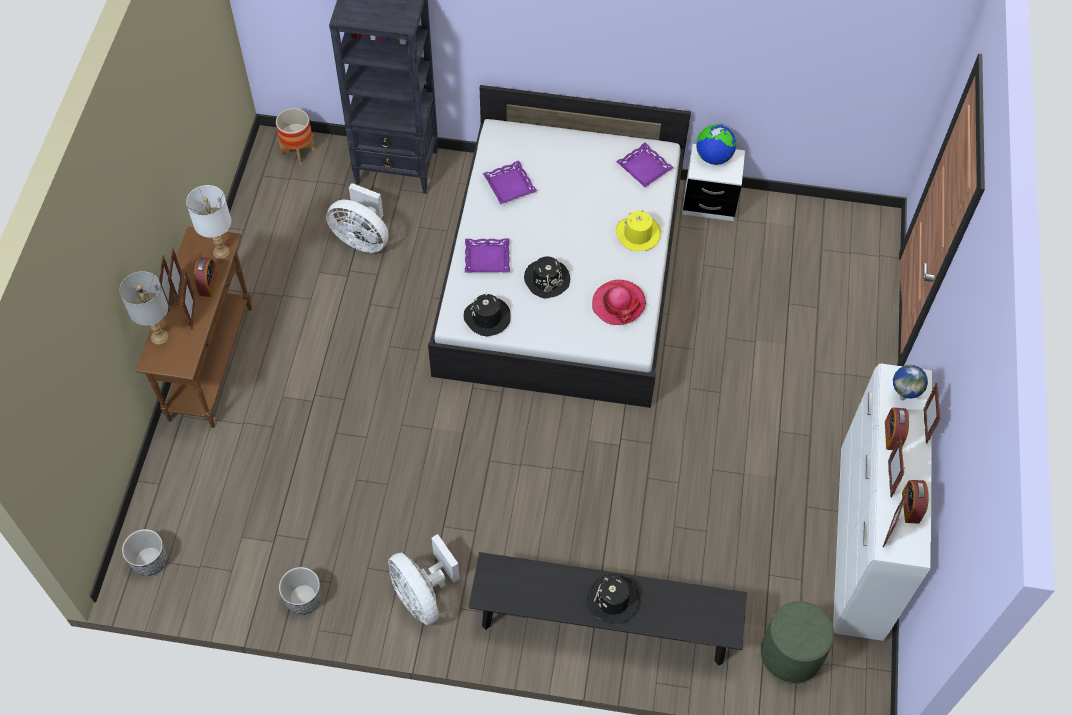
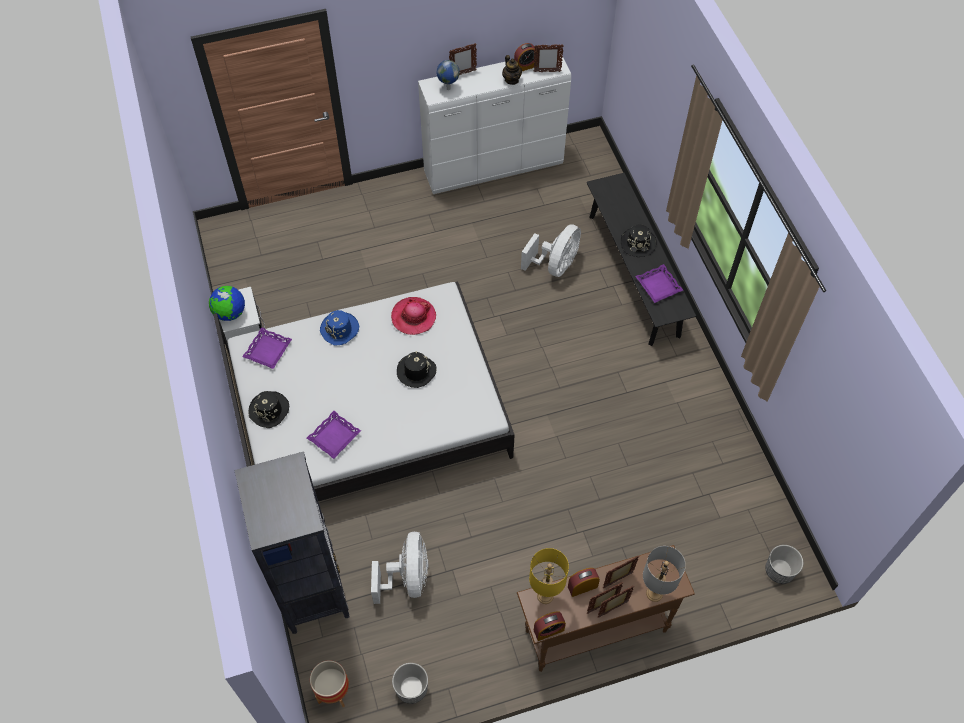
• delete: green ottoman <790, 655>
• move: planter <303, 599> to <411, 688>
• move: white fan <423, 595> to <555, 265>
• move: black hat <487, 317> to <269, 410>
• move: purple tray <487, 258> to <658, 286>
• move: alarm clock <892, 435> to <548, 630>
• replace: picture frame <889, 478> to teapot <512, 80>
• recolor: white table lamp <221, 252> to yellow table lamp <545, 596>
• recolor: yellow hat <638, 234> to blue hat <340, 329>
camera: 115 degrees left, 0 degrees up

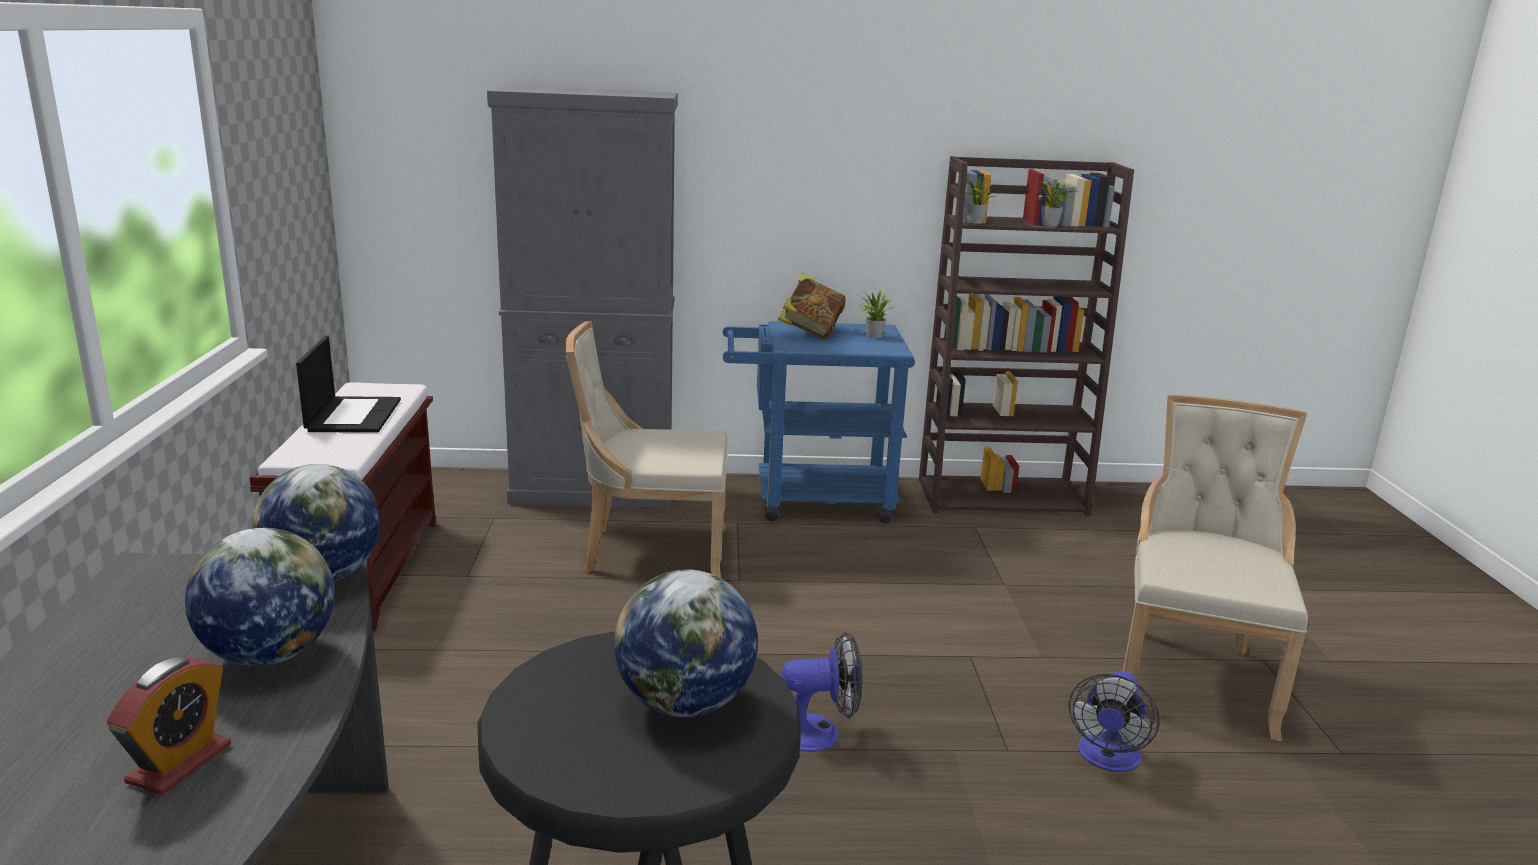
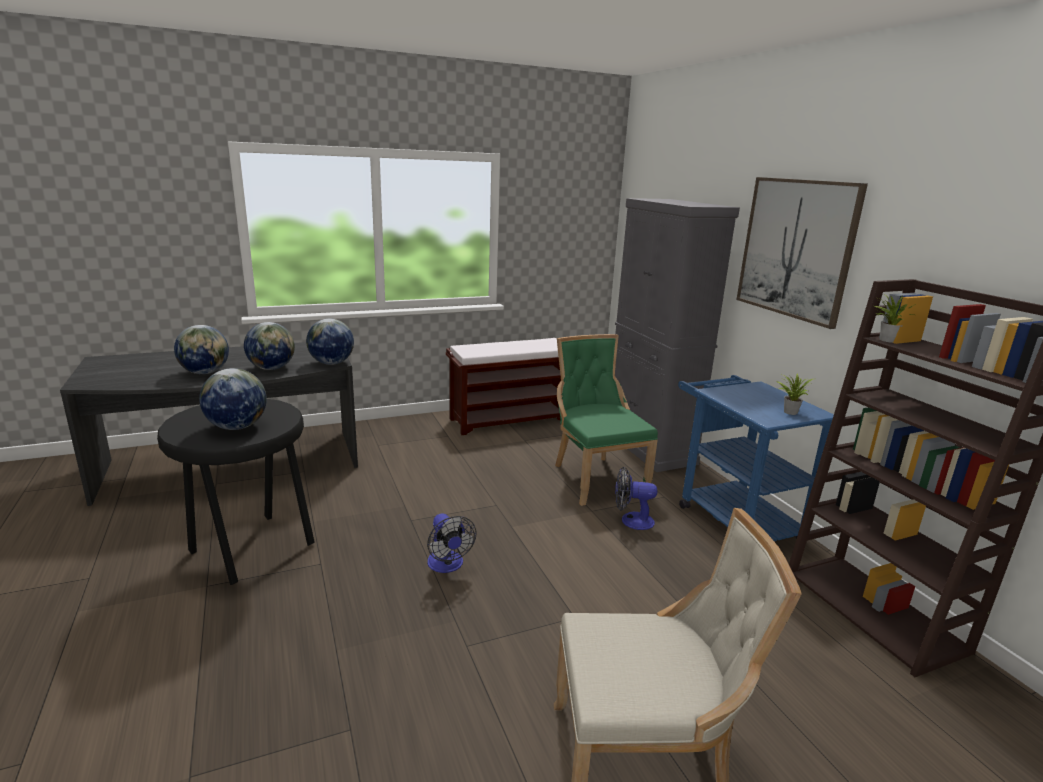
• delete: laptop <353, 415>
• delete: book <811, 332>
• delete: potted plant <1051, 225>
• insert: picture <796, 248>
• move: fan <1107, 759> to <631, 520>
• replace: alarm clock <179, 763> to globe <205, 372>
• recolor: beige chair <650, 552> to green chair <595, 478>
camera: 70 degrees right, 0 degrees up

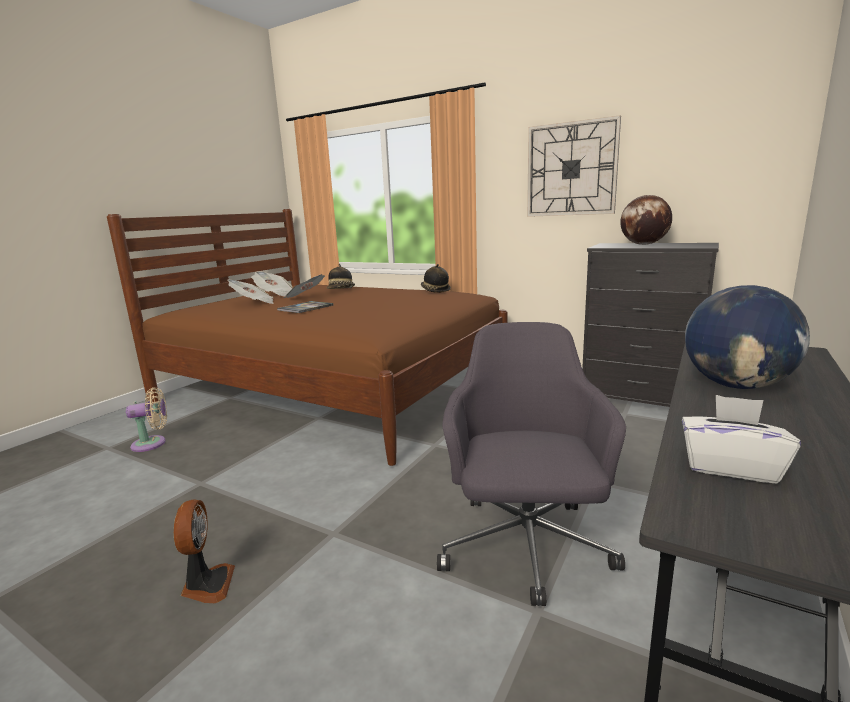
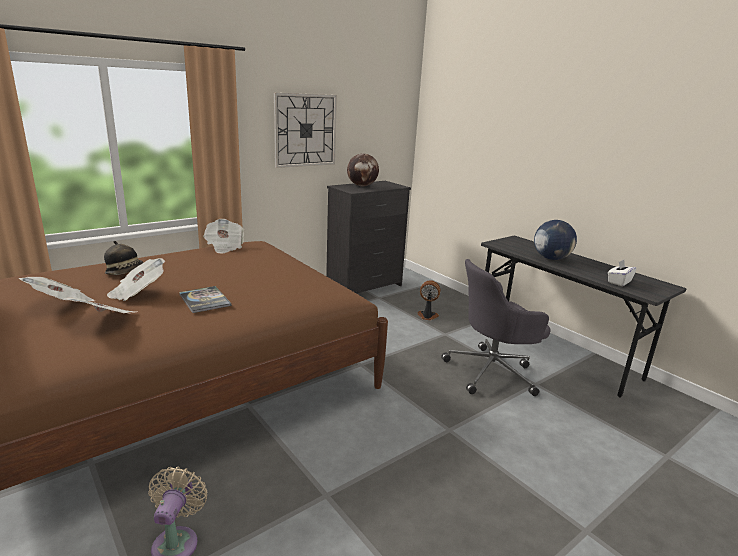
• move: fan <207, 585> to <427, 316>
• replace: hat <435, 290> to newspaper <224, 247>
• rotate: grey office chair <526, 548> = <492, 372> 45 degrees counterclockwise
camera: 70 degrees left, 5 degrees up

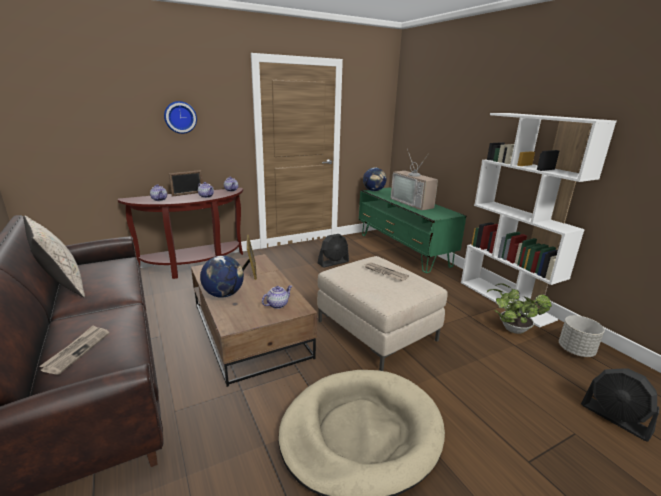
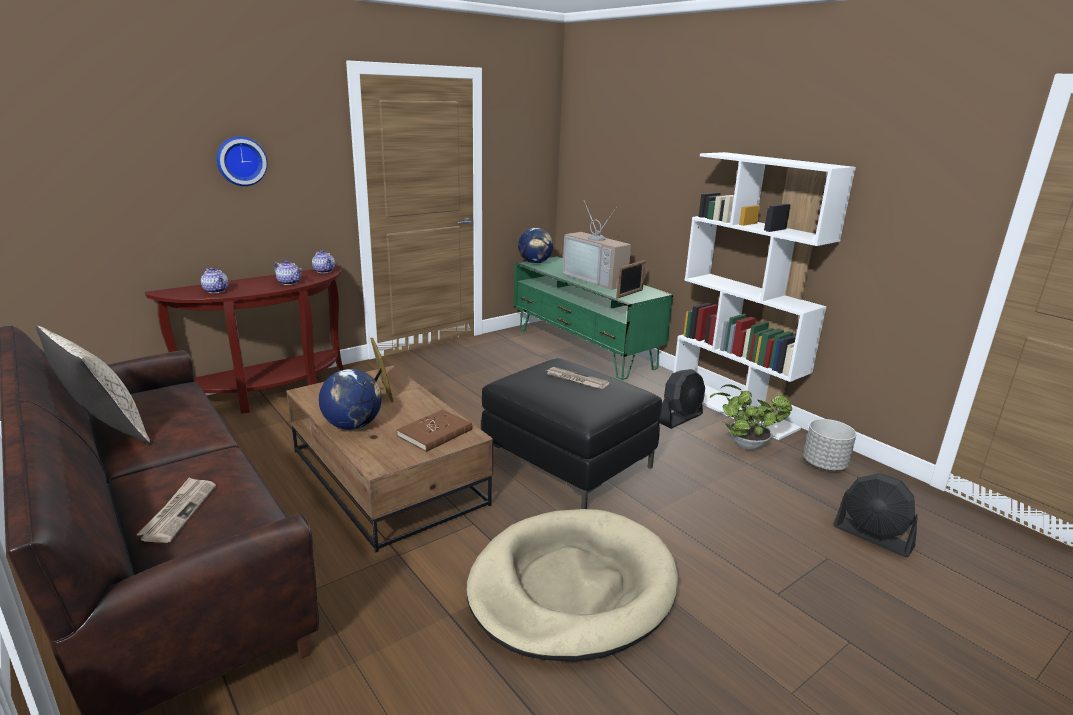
• move: picture frame <188, 194> to <629, 294>
• move: black fan <333, 262> to <680, 418>
• replace: teapot <277, 304> to brown book <435, 433>
• recolor: beige ottoman <376, 330> to black ottoman <567, 462>
camera: 10 degrees left, 0 degrees up

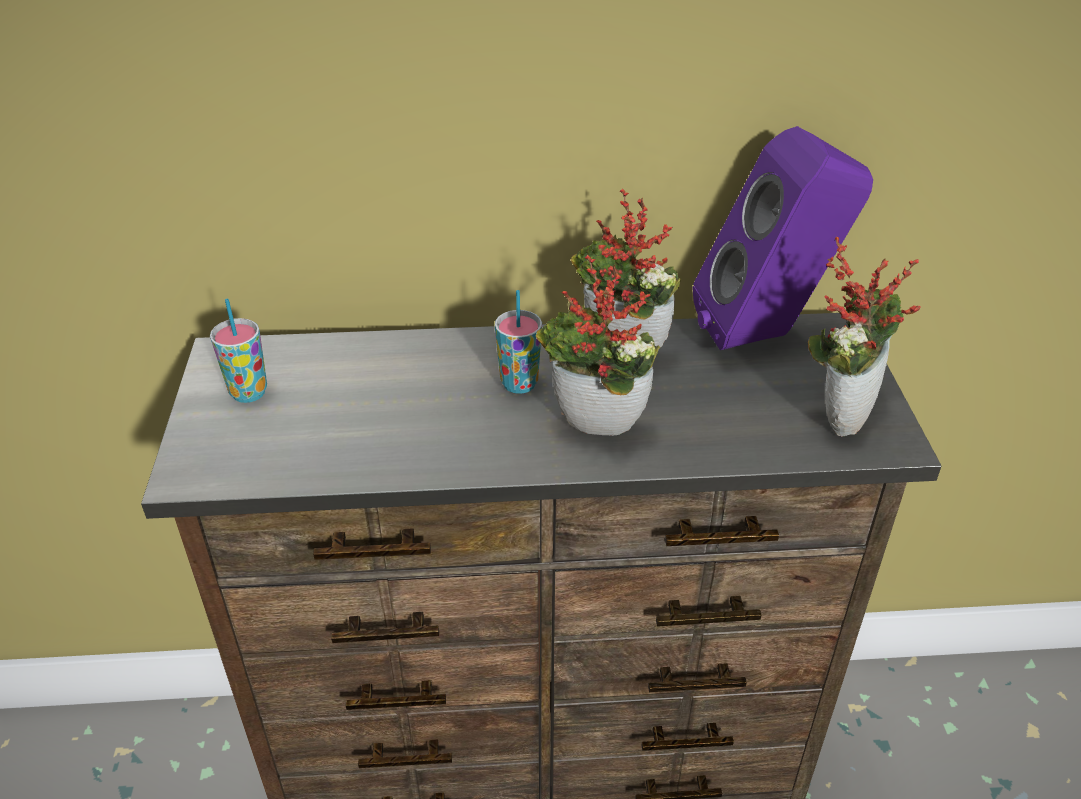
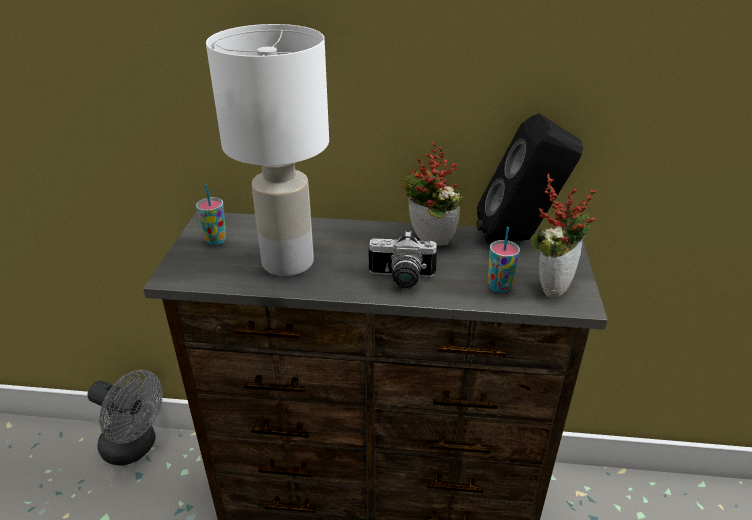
• insert: grey fan <136, 447>
• insert: white table lamp <289, 262>
• move: cup <519, 384> to <499, 287>
• replace: potted plant <594, 432> to photo camera <401, 279>
• recolor: purple speaker <767, 335> to black speaker <519, 239>
camera: 10 degrees right, 5 degrees down

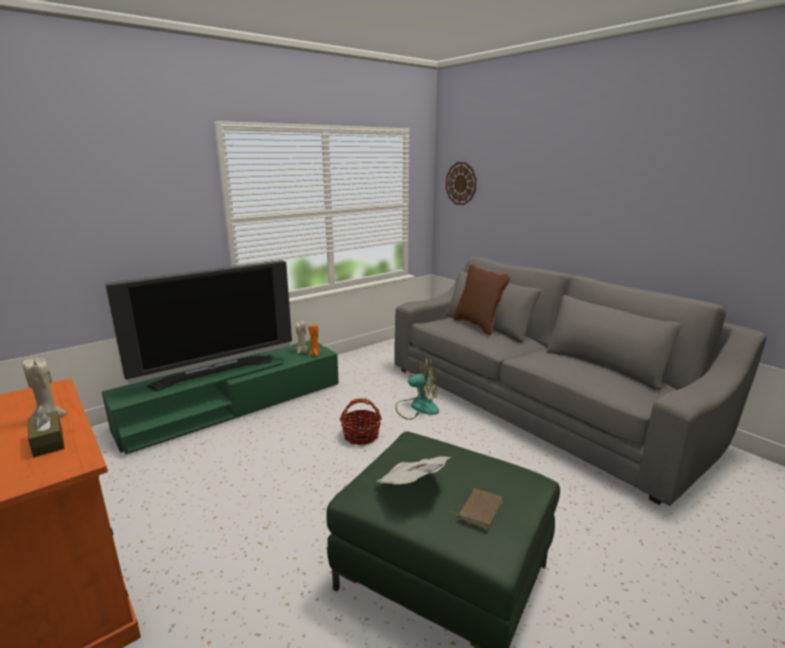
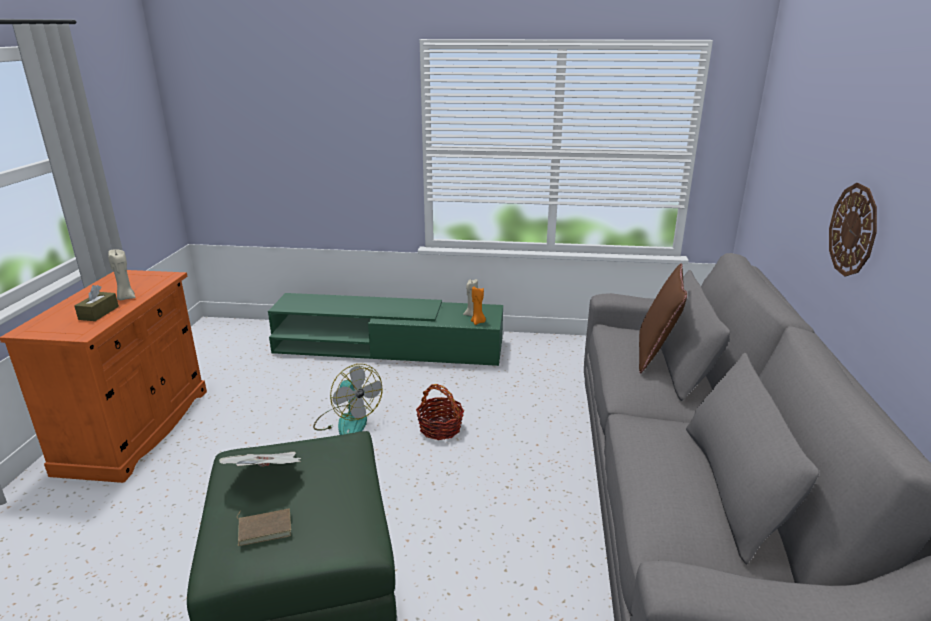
• delete: television <215, 372>
• move: fan <417, 407> to <347, 421>
• move: wall clock <461, 183> to <853, 230>
camera: 45 degrees right, 5 degrees up

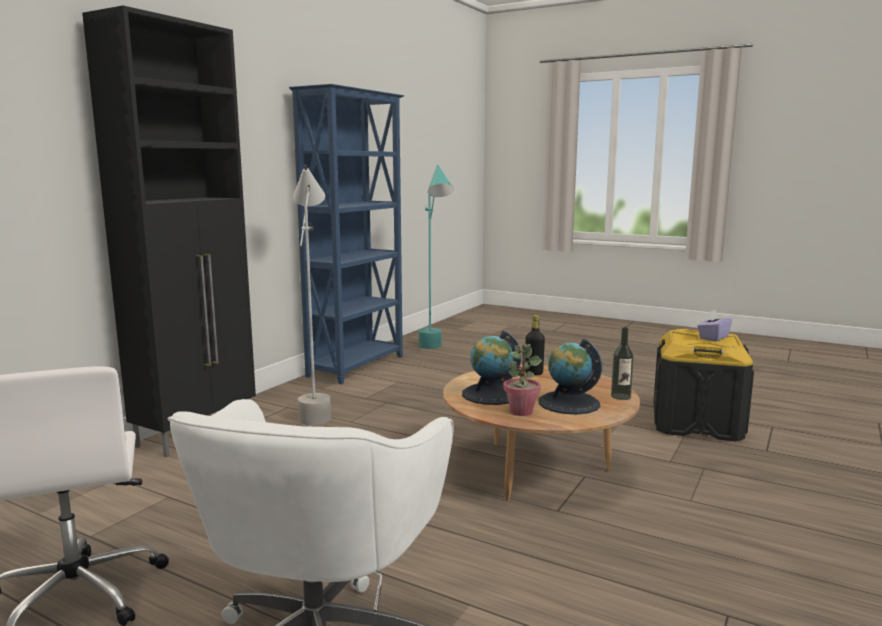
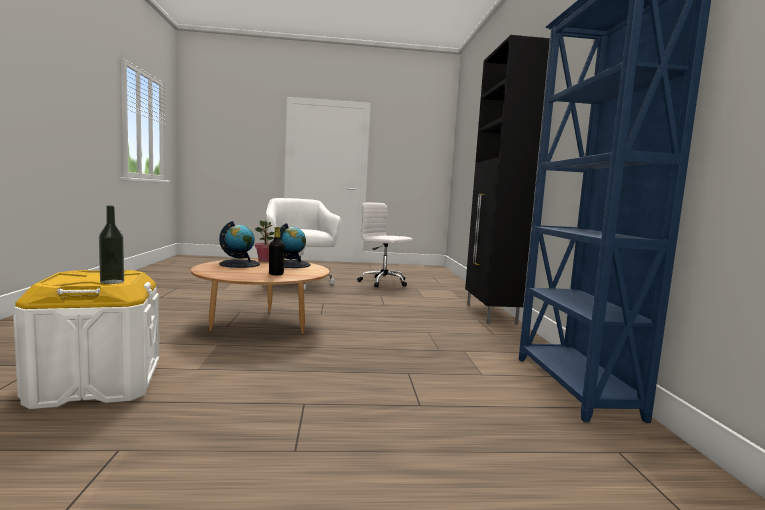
• delete: grey floor lamp <316, 409>
• delete: turquoise floor lamp <435, 350>
• delete: purple tissue box <713, 337>
• move: bottle <620, 396> to <112, 282>
• recolor: black storage box <697, 423> to white storage box <96, 384>
camera: 145 degrees right, 5 degrees down

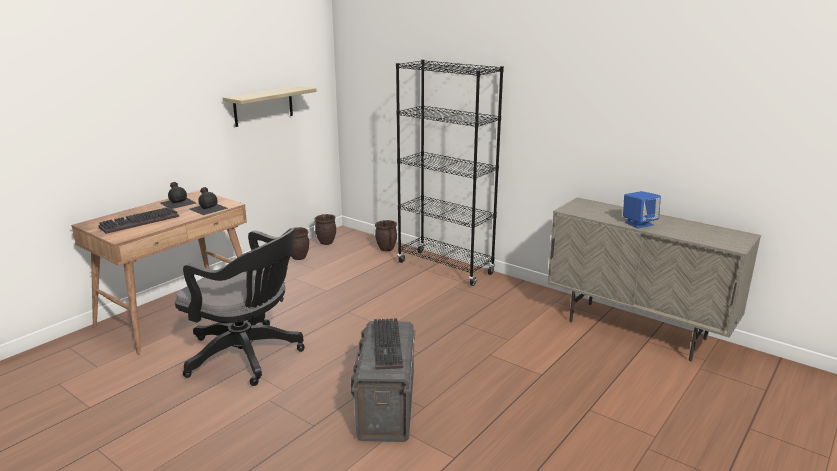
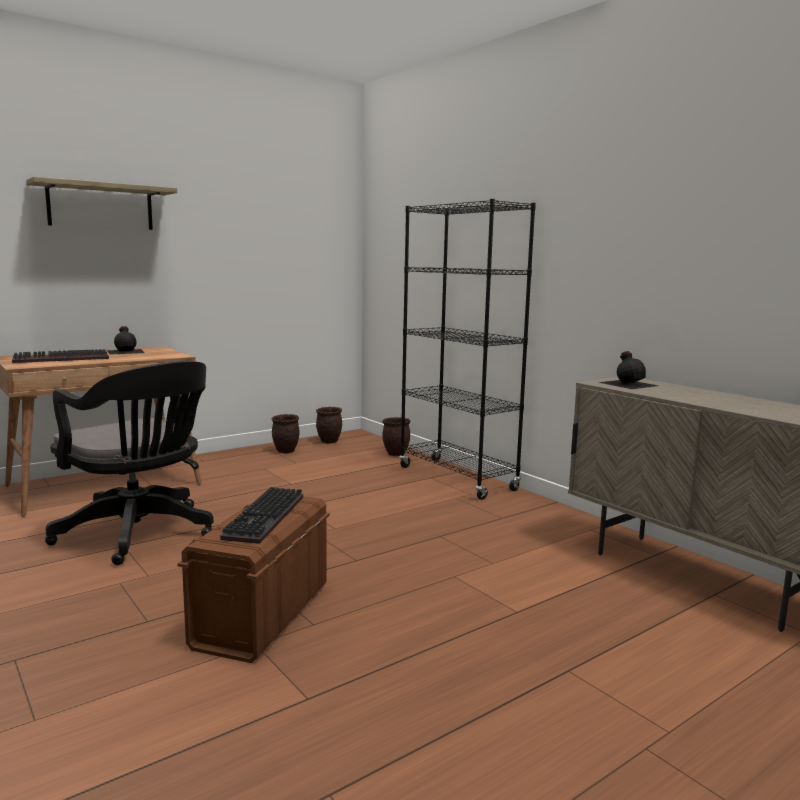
• delete: blue speaker <639, 223>
• move: black bottle <208, 208> to <628, 383>
• move: shelf <263, 106> to <100, 206>
• recolor: grey storage box <386, 407> to brown storage box <261, 615>
camera: 15 degrees right, 10 degrees down

